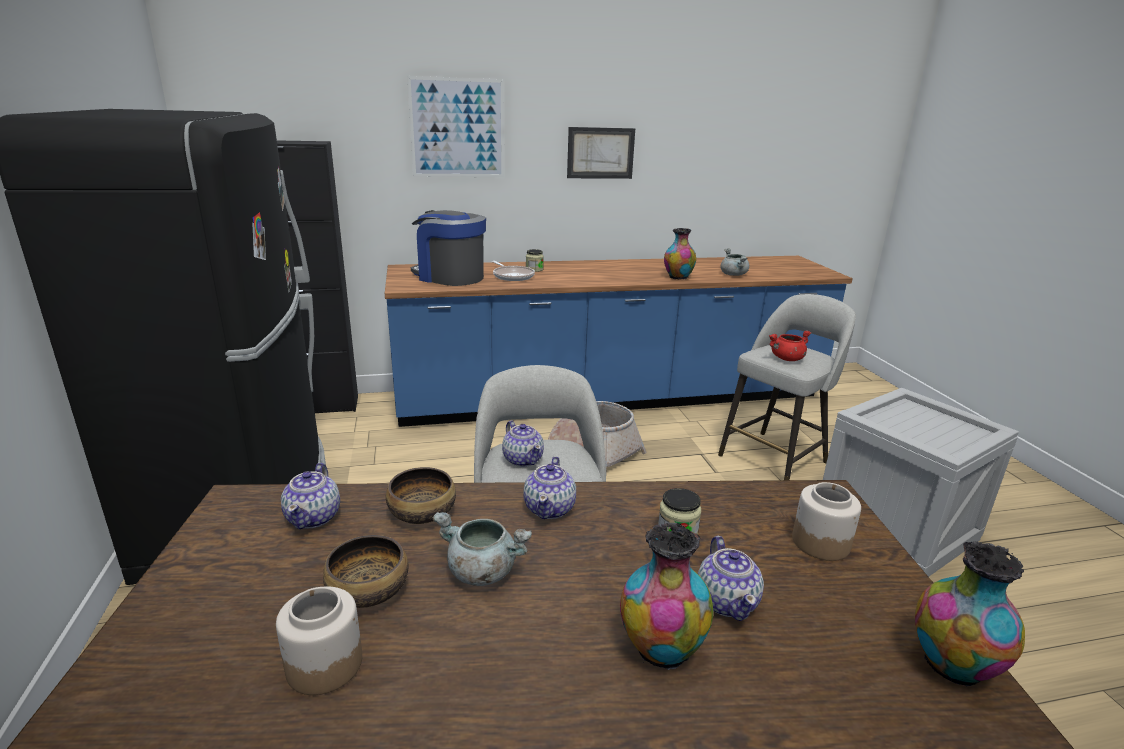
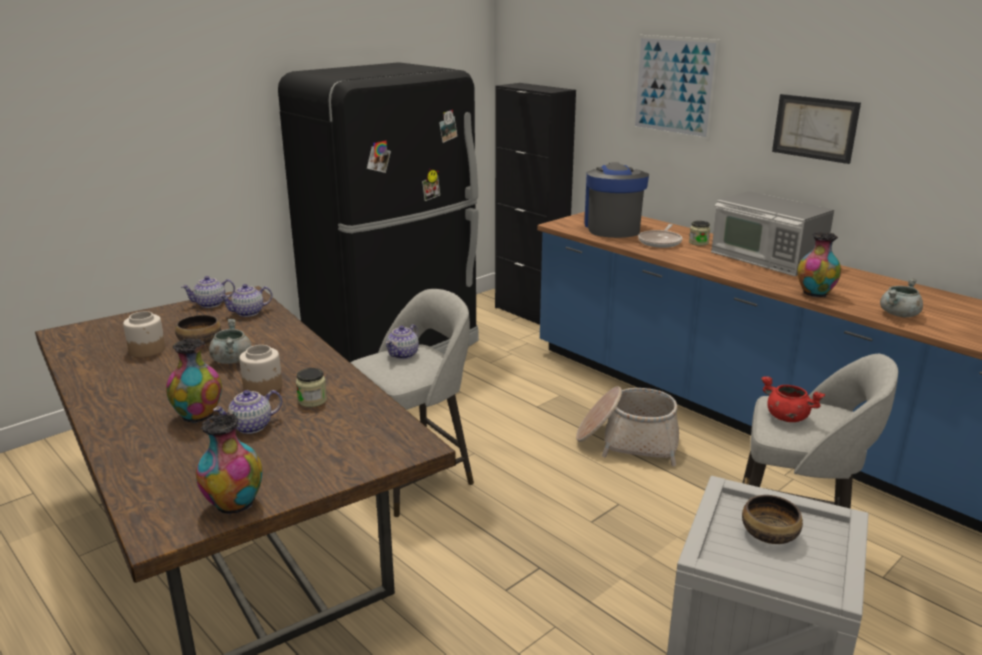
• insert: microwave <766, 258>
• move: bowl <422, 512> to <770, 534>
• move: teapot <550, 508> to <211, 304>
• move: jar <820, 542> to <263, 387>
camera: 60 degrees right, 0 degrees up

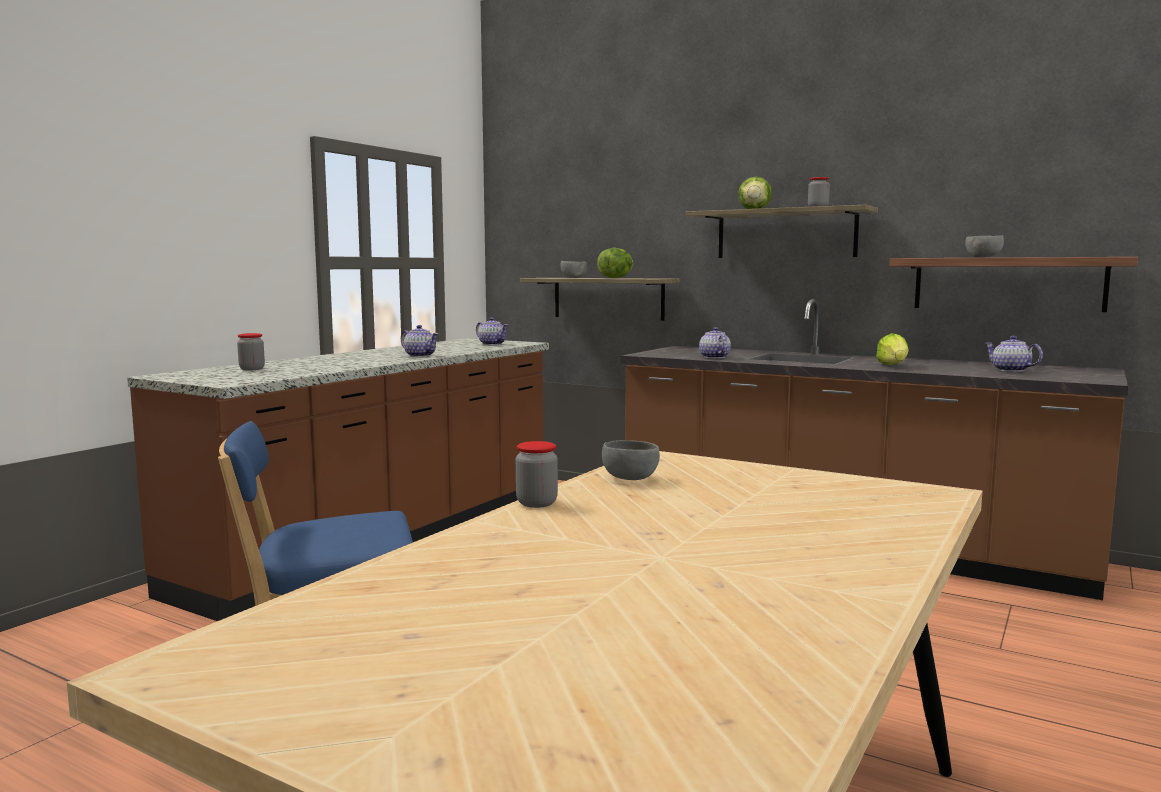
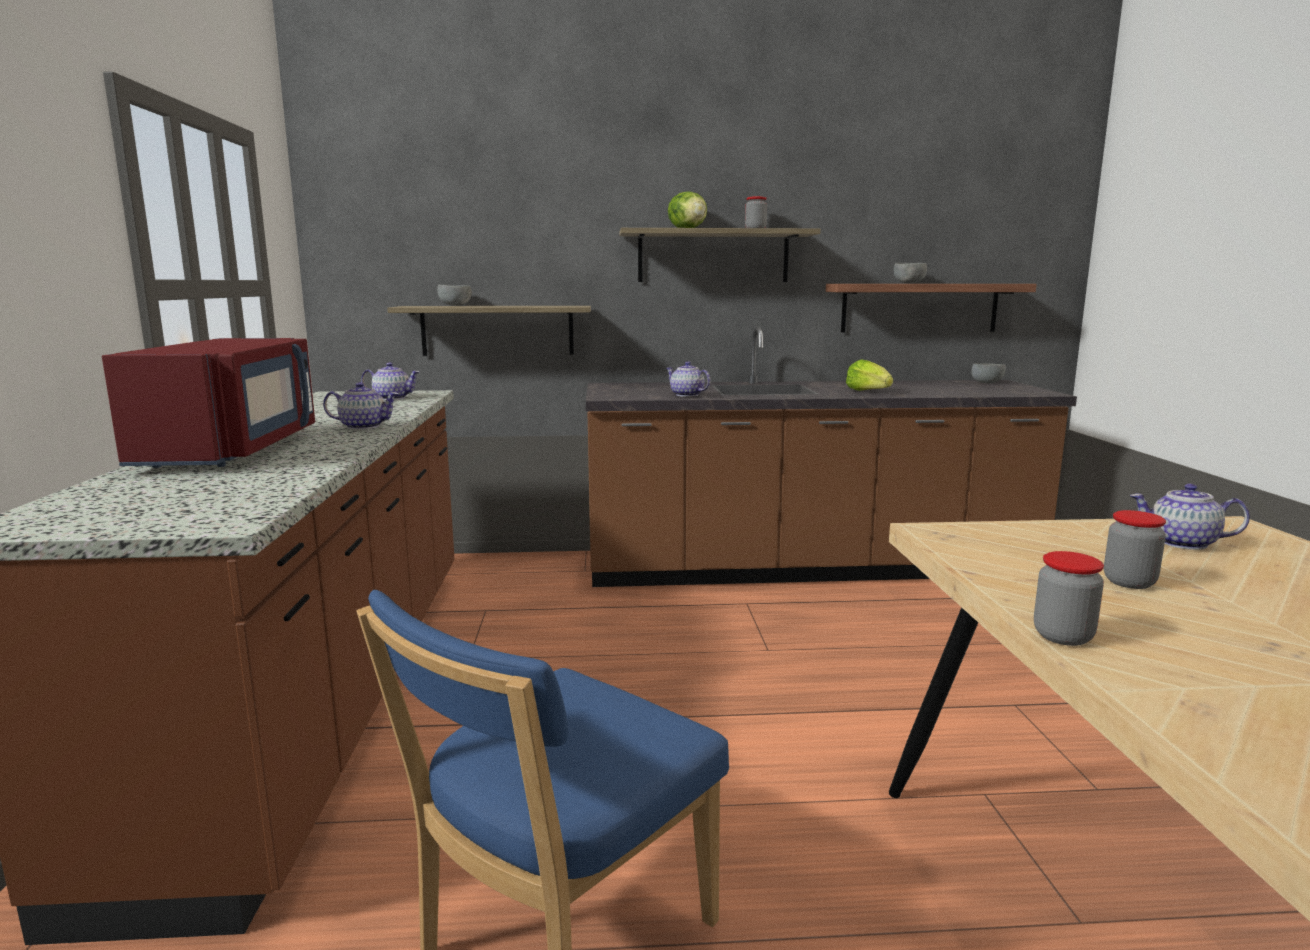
• delete: lettuce <615, 278>
• insert: red microwave <234, 450>
• move: jar <252, 369> to <1129, 582>
• move: grey bowl <630, 479> to <986, 383>
• move: teapot <1010, 370> to <1181, 543>
camera: 35 degrees left, 5 degrees up

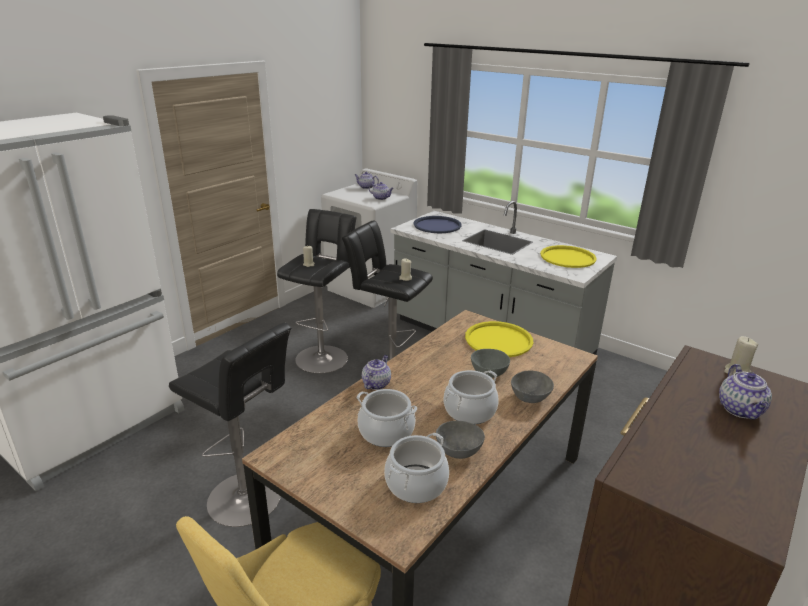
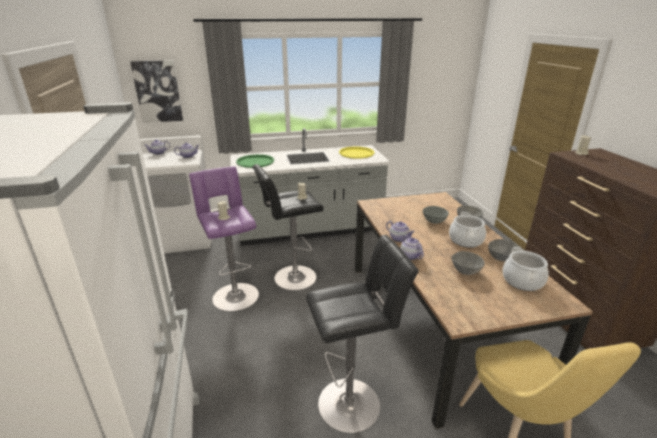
• delete: yellow tray <498, 340>
• insert: picture <158, 91>
• move: teapot <741, 410> to <399, 239>
• replace: cooking pot <386, 432> to grey bowl <465, 272>
• recolor: black stool <323, 357> to purple stool <234, 294>
• recolor: blue tray <437, 225> to green tray <255, 162>
camera: 50 degrees left, 0 degrees up

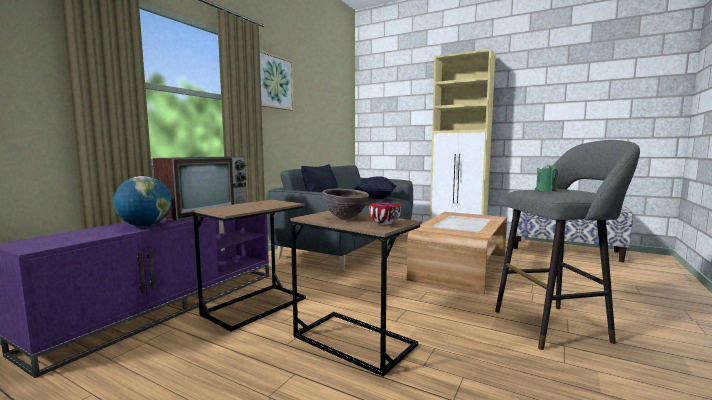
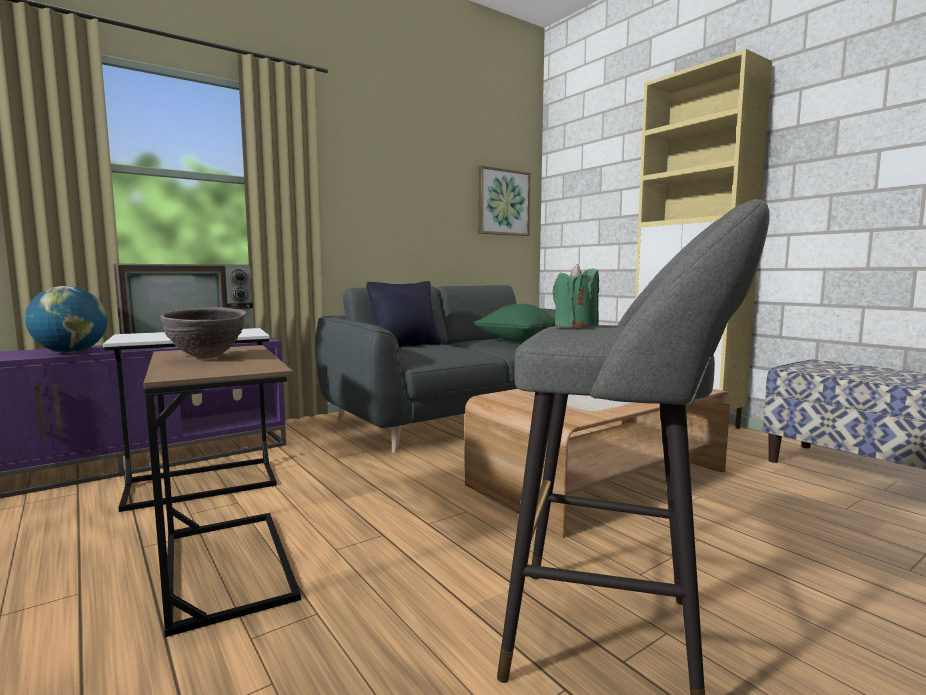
• delete: bowl <384, 224>
• move: picture <274, 82> to <503, 202>
• recolor: brown side table <255, 306> to white side table <202, 483>
• recolor: black pillow <375, 198> to green pillow <518, 341>
camera: 25 degrees right, 0 degrees up

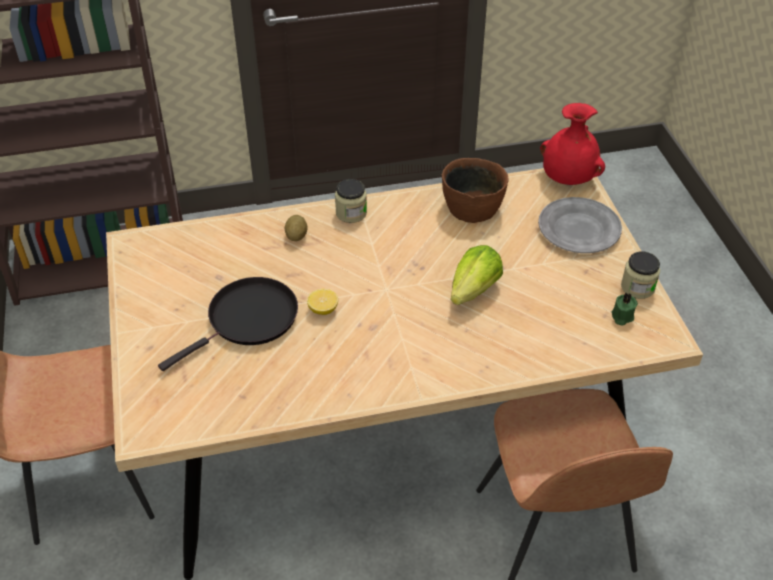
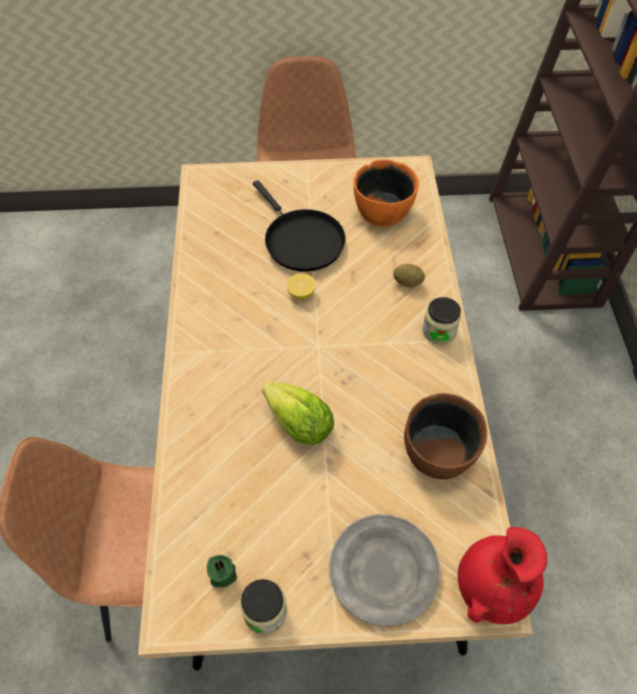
• insert: orange bowl <383, 210>
camera: 100 degrees right, 10 degrees up

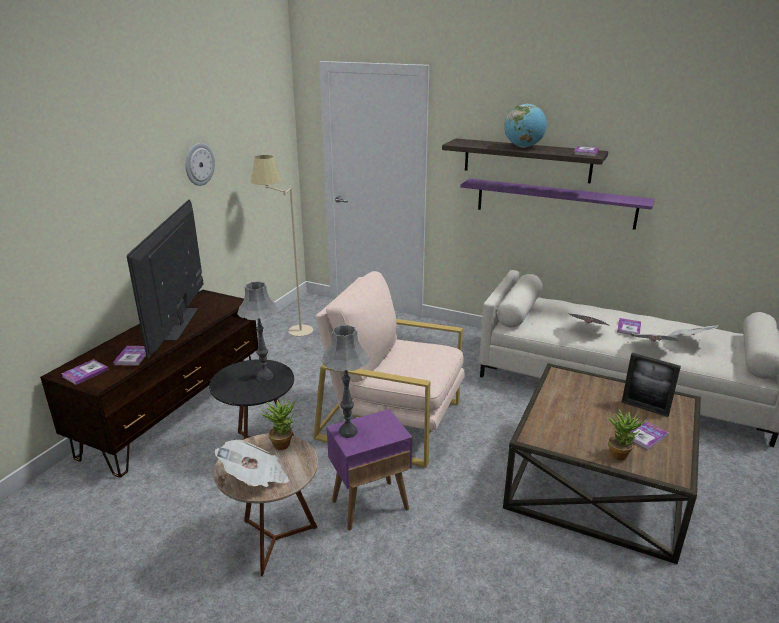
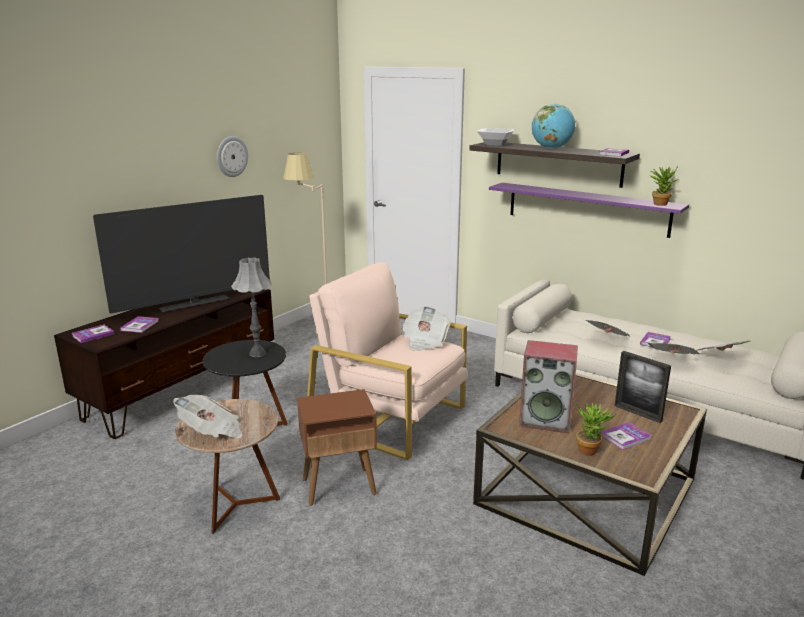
• delete: grey table lamp <348, 432>
• insert: newspaper <424, 341>
• insert: bowl <495, 144>
• insert: speaker <546, 420>
• move: potted plant <282, 442> to <660, 203>
• recolor: purple side table <371, 504> to brown side table <339, 486>
• rotate: television <181, 324> = <194, 304> 135 degrees counterclockwise
camera: 10 degrees right, 5 degrees down

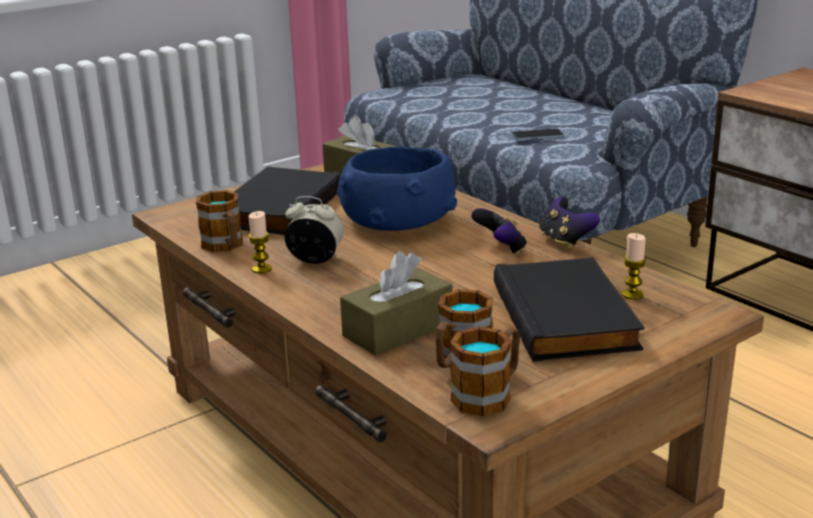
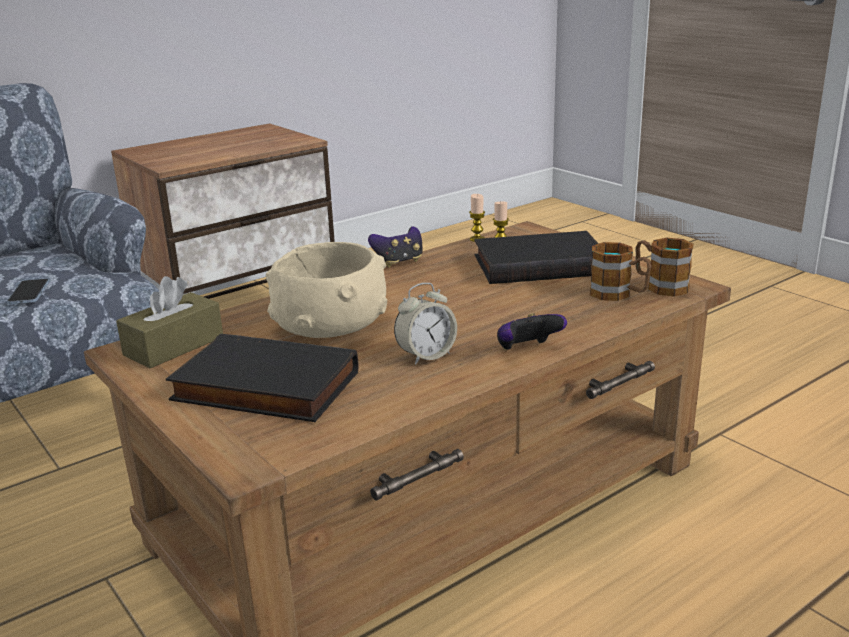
• delete: mug <225, 246>
• delete: brown tissue box <398, 329>
• move: candle <261, 269> to <477, 239>
• move: game controller <501, 249> to <527, 350>
• recolor: blue bowl <397, 221> to beige bowl <332, 323>
• rotate: alarm clock <315, 260> = <426, 355> 135 degrees counterclockwise
camera: 90 degrees left, 0 degrees up

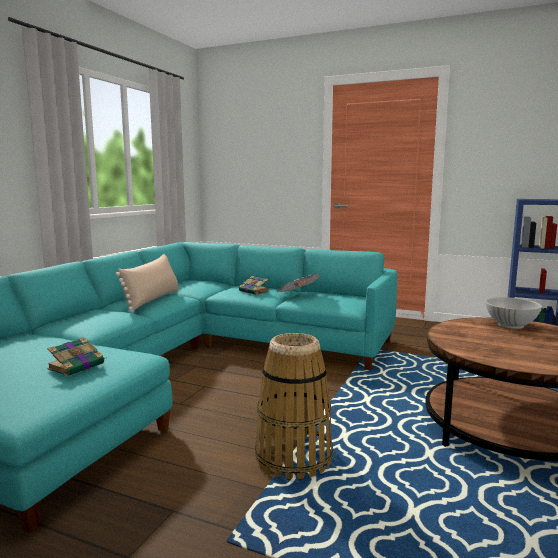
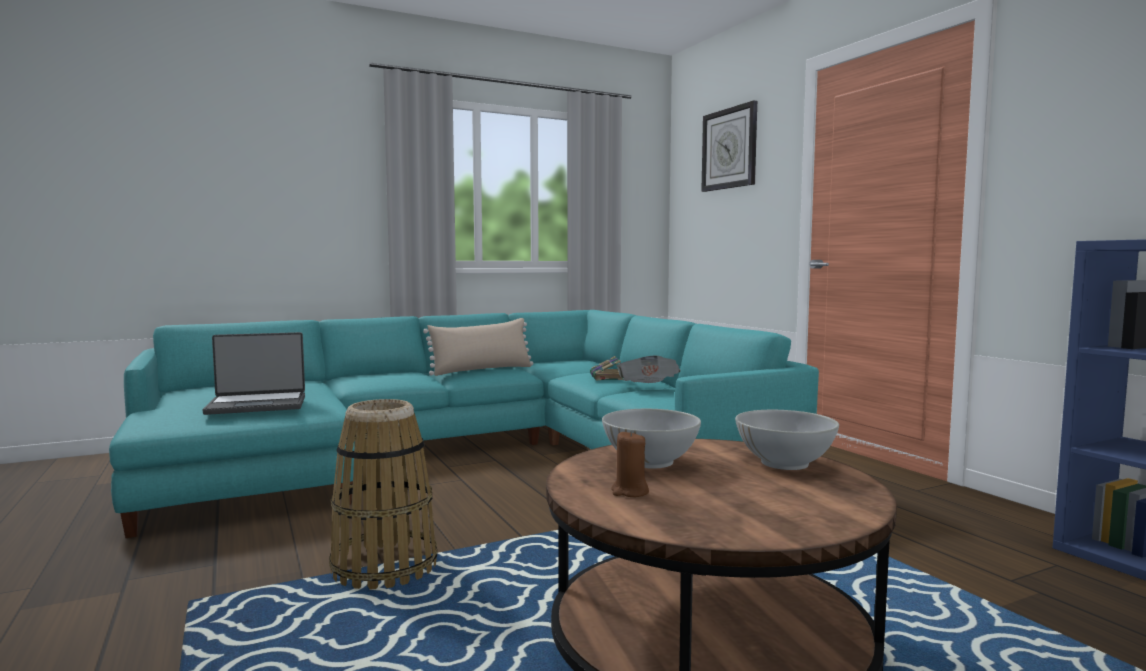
• insert: white bowl <651, 461>
• insert: brown candle <629, 492>
• insert: wall clock <729, 148>
• replace: book <77, 366> to laptop <257, 405>
camera: 40 degrees right, 5 degrees down

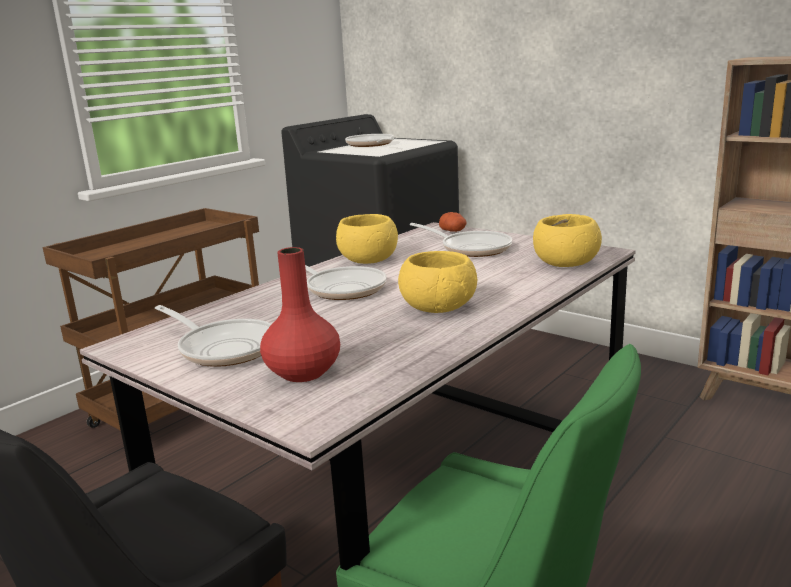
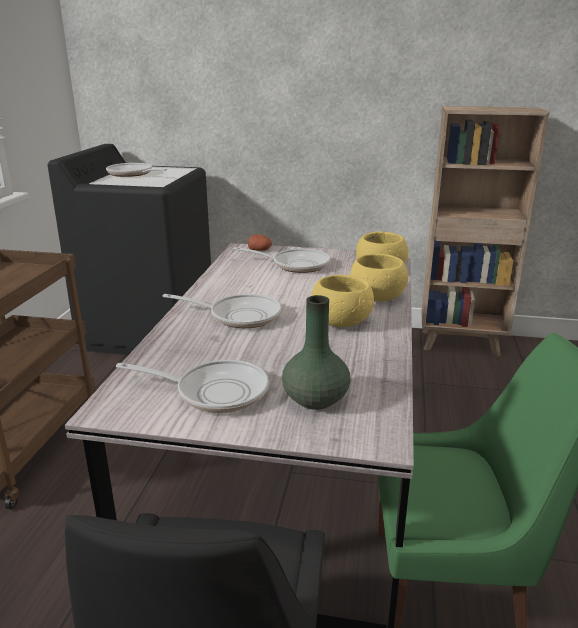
• move: yellow bowl <368, 260> to <377, 296>
• recolor: red vase <302, 373> to green vase <315, 400>
camera: 30 degrees left, 5 degrees up

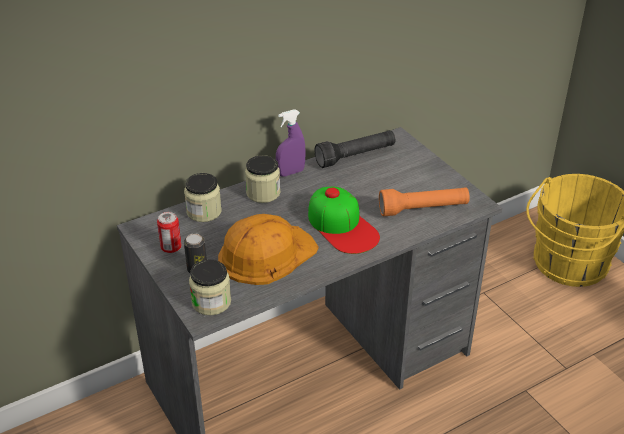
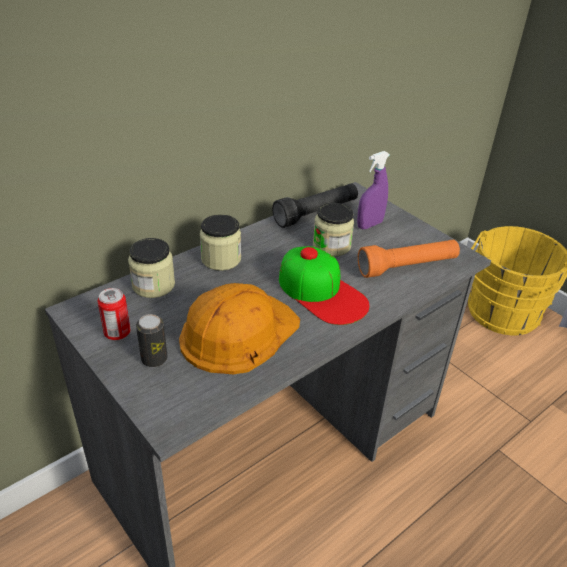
• move: jar <211, 302> to <331, 246>
• move: purple spray bottle <291, 172> to <369, 225>
camera: 10 degrees left, 0 degrees up

